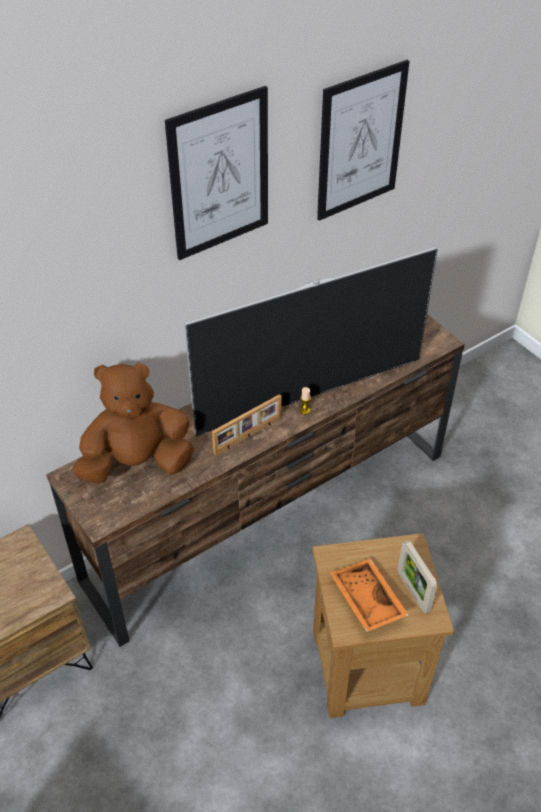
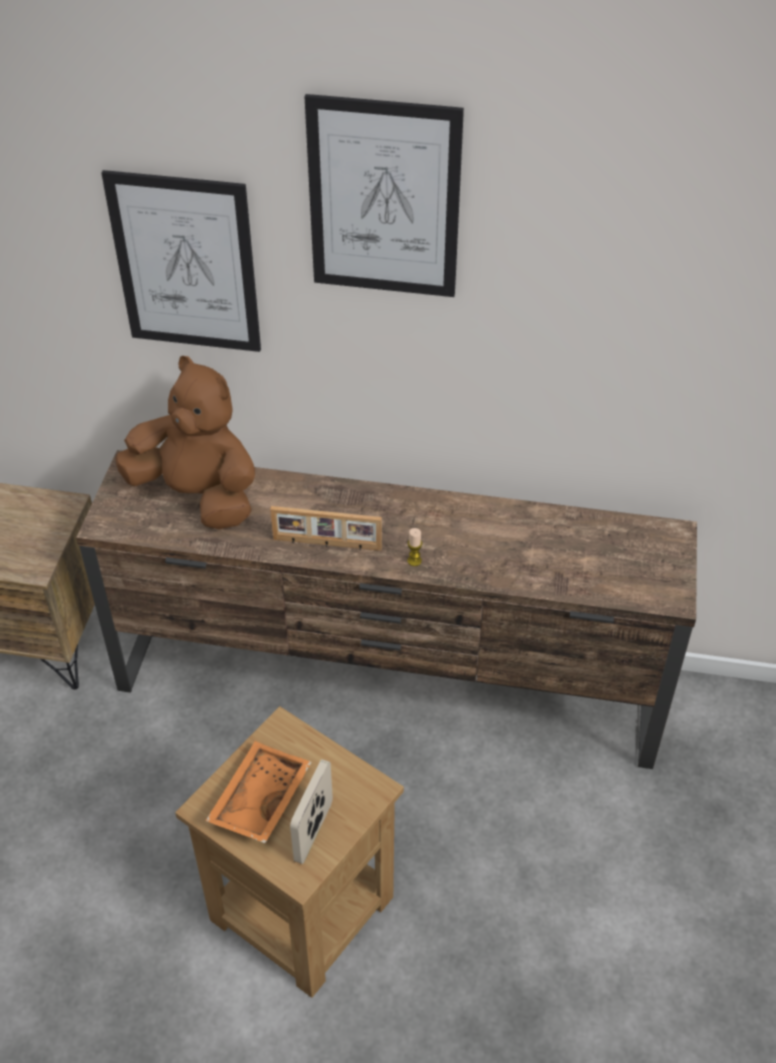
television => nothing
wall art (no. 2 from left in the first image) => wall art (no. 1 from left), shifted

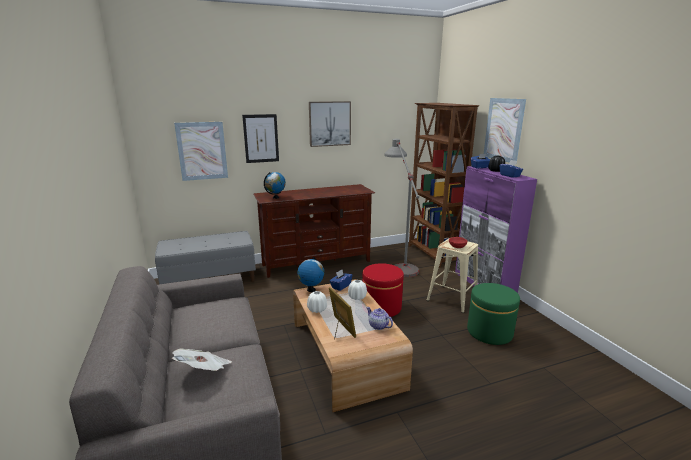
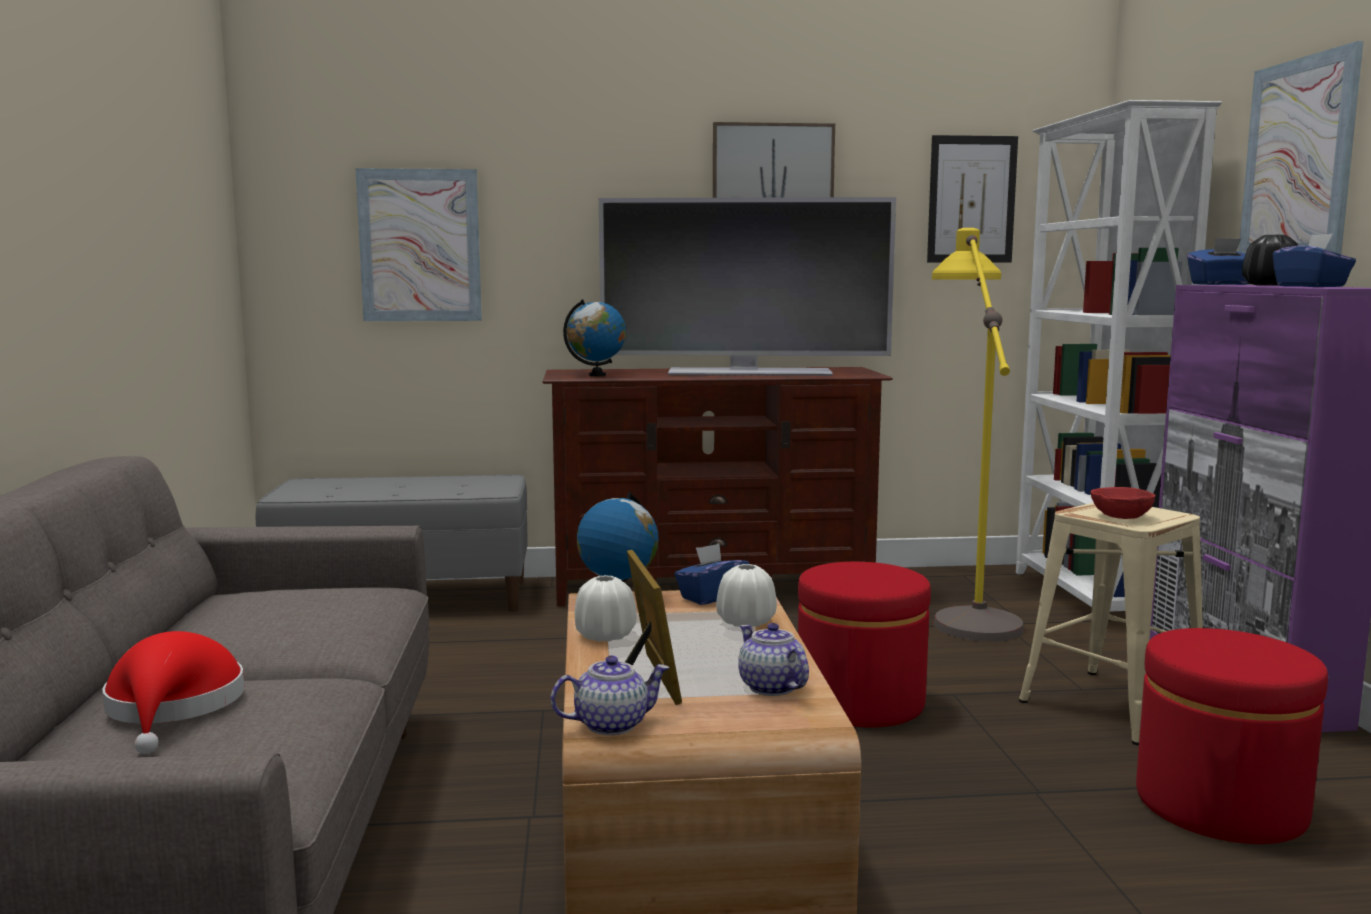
printed paper => red-coloured wearable hat
wall art (no. 2 from left in the first image) => wall art (no. 3 from left), shifted
grey floor lamp => yellow floor lamp
brownish bookcase => white bookcase
green ottoman => red-coloured ottoman (no. 2 from left)
nothing => pot for tea (no. 1 from left)
nothing => television

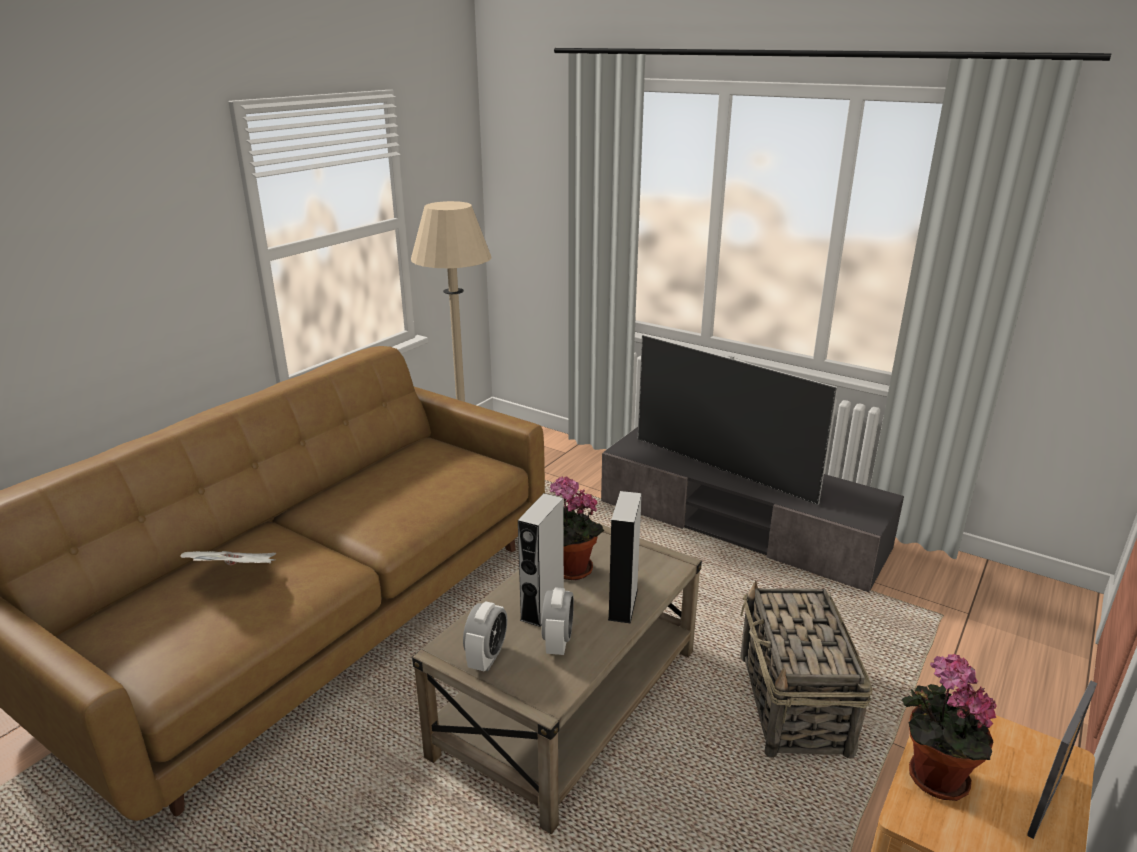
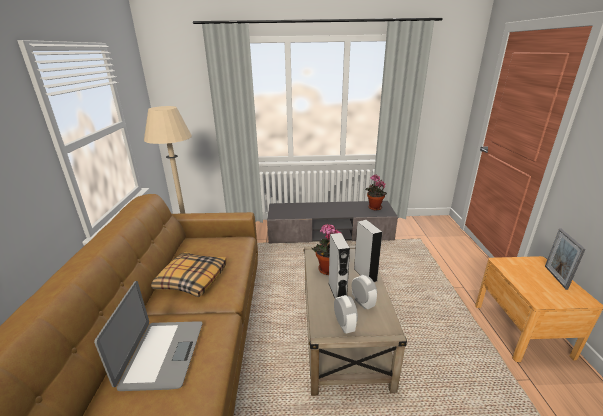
printed paper => portable computer
television => nothing
basket => nothing
plant in a pot (no. 2 from left), shifted
nothing => throw pillow

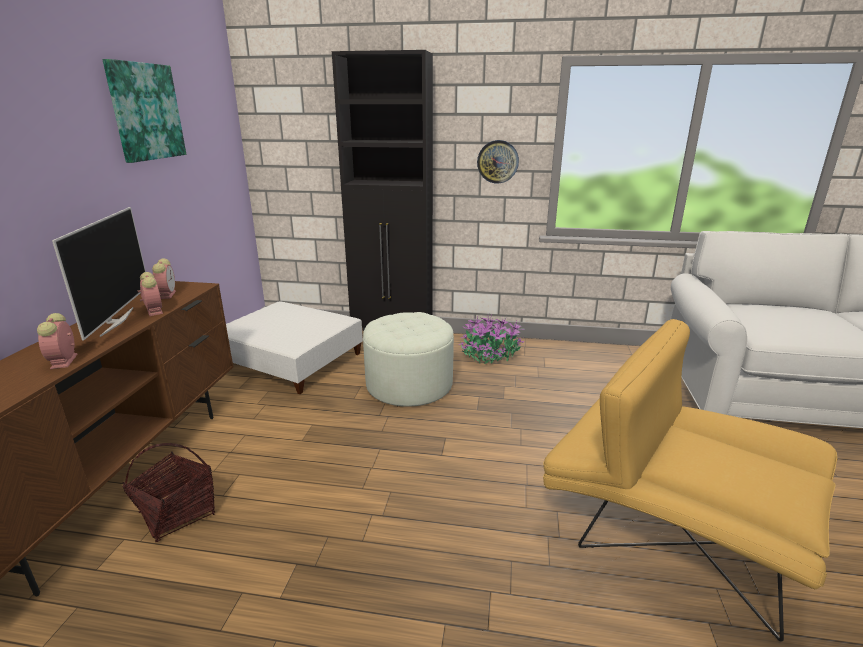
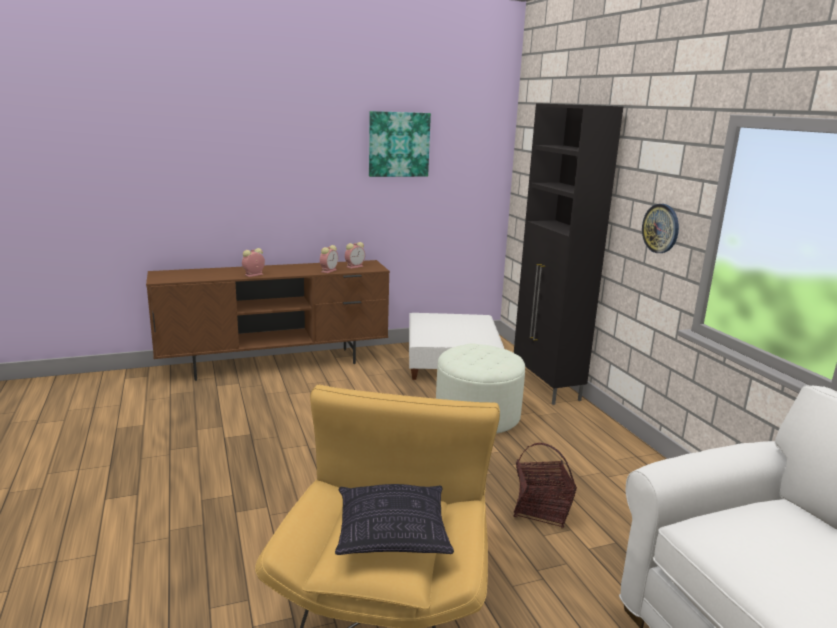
television => nothing
basket, shifted
plant in a pot => nothing
nothing => throw pillow

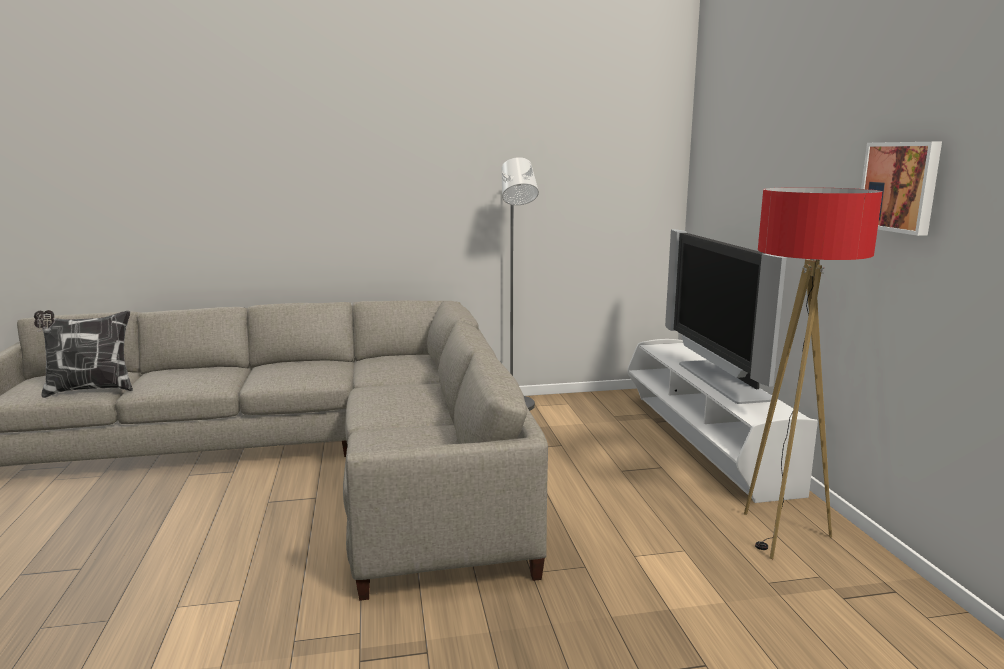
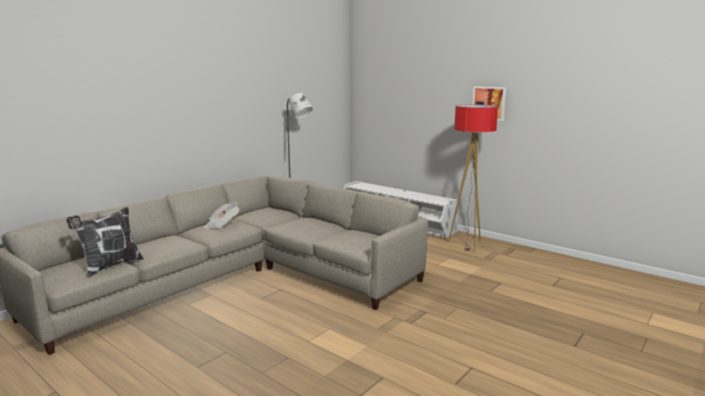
television => nothing
nothing => printed paper

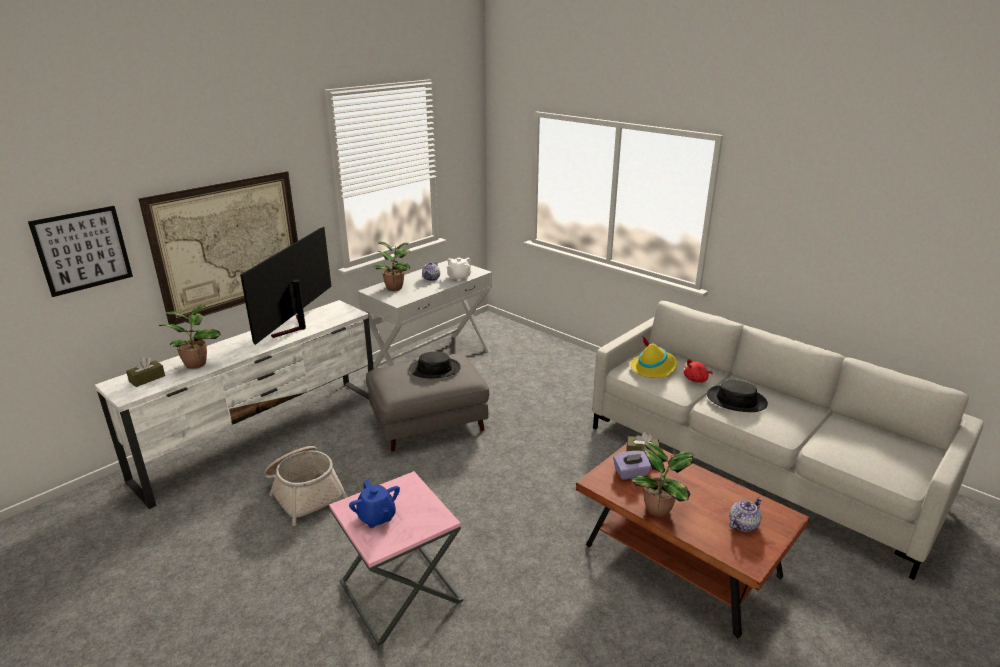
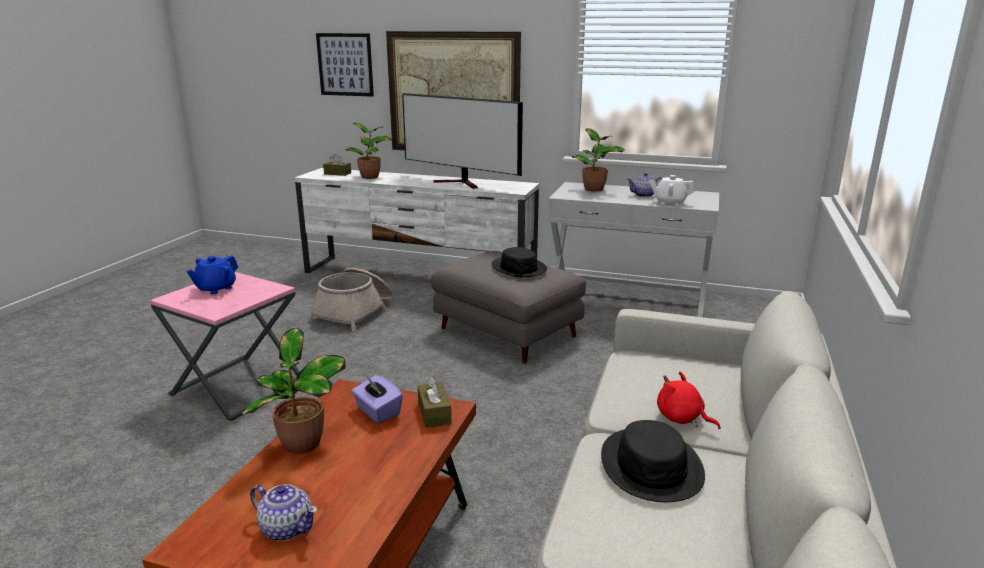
television, 135 degrees counterclockwise
yellow wearable hat => nothing

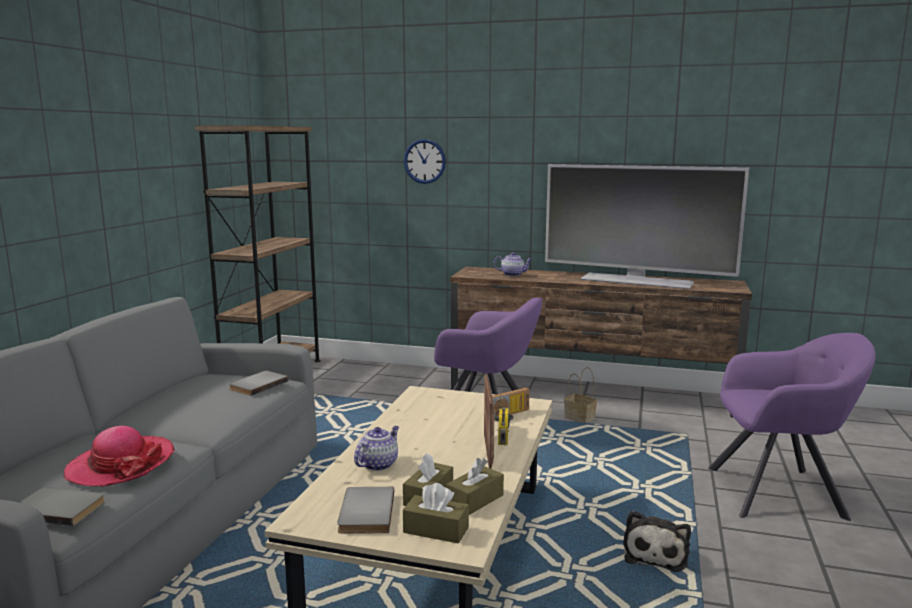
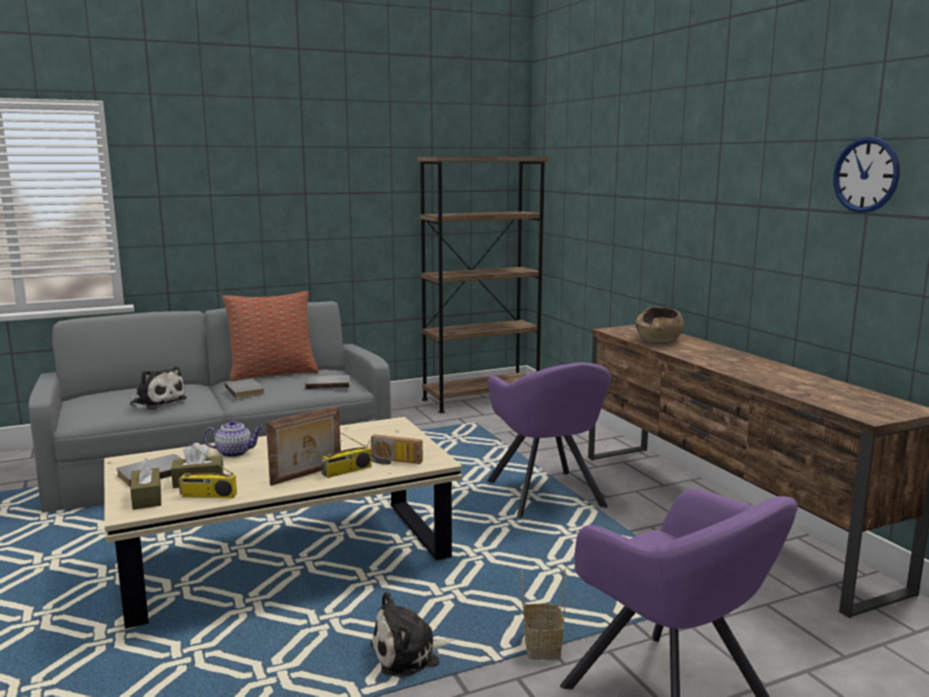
grey bound book (no. 1 from left in the first image) => grey bound book (no. 2 from left), shifted
wearable hat => soft toy (no. 1 from left)
clock on the wall, shifted
brownish box of tissues (no. 3 from left) => radio (no. 1 from left)
pot for tea (no. 2 from left) => brownish deep dish
television => nothing
basket, shifted
nothing => throw pillow

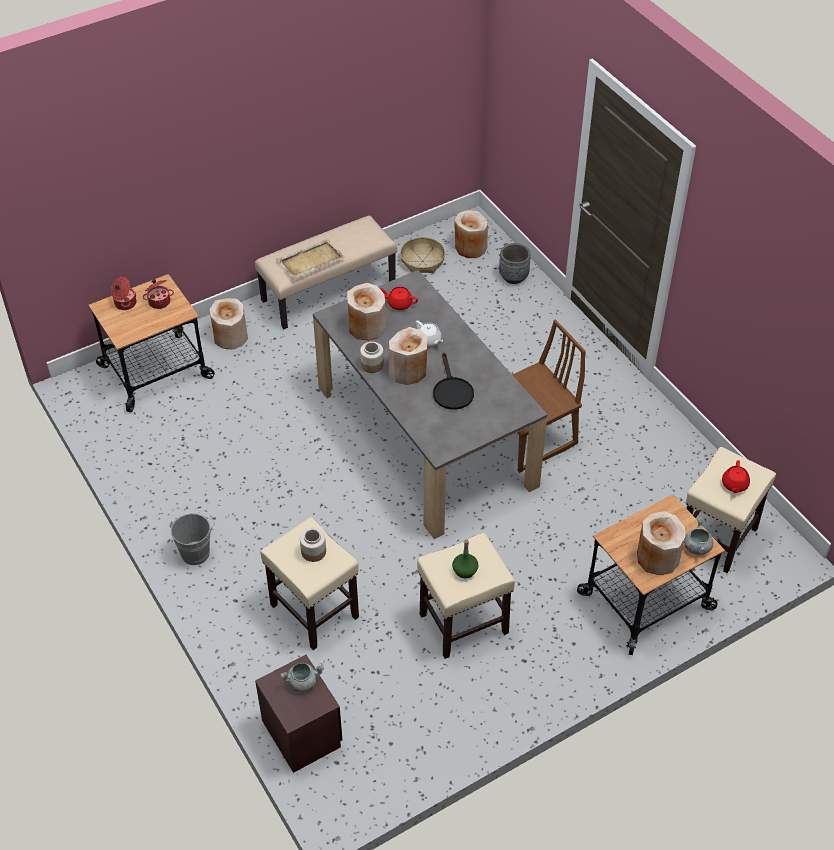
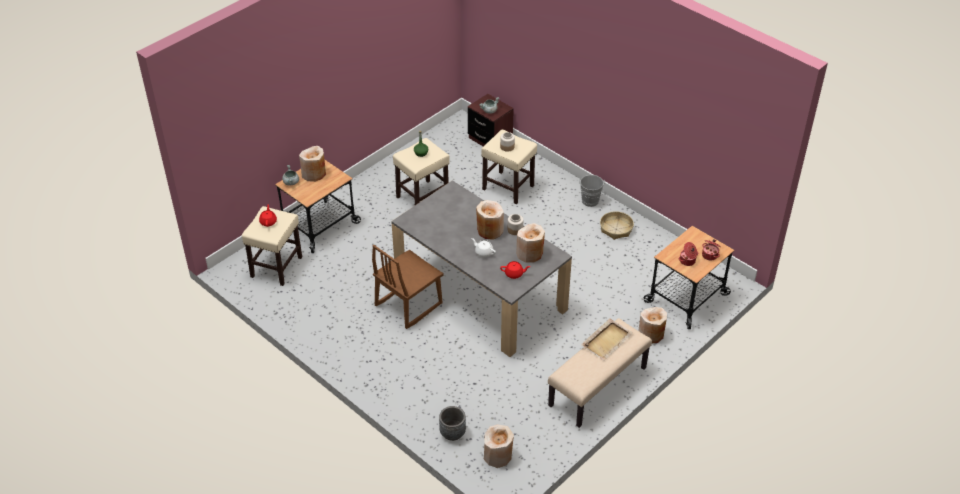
basket, shifted
black pan => nothing

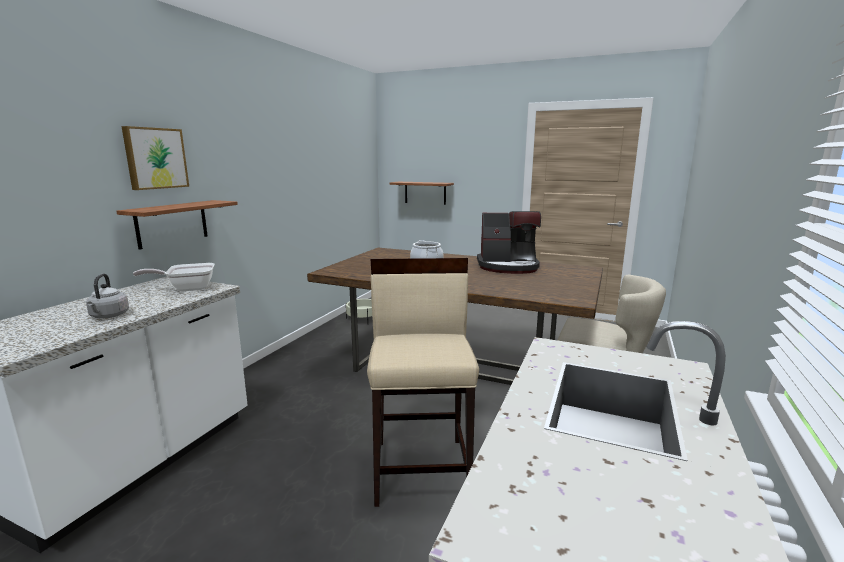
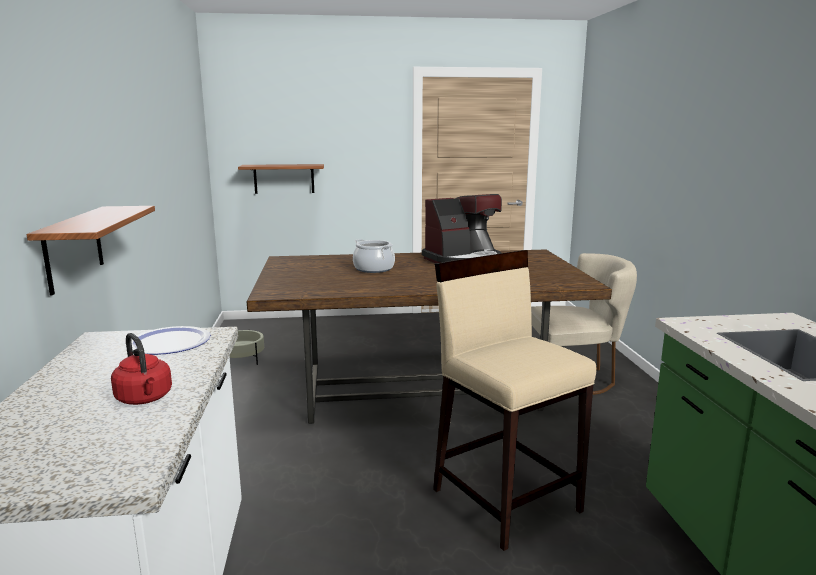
grey kettle => red-coloured kettle
wall art => nothing
pan => flat dish

